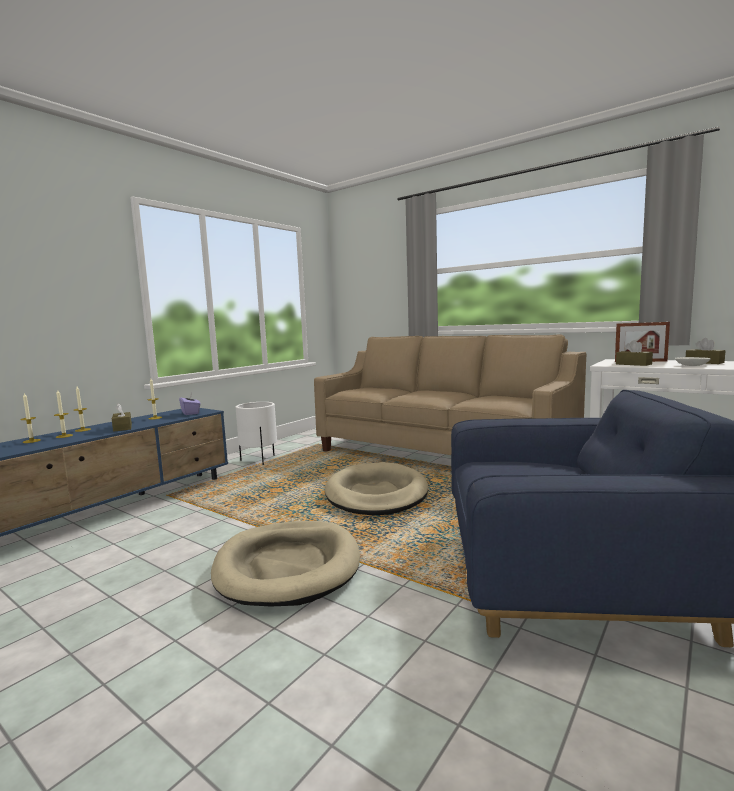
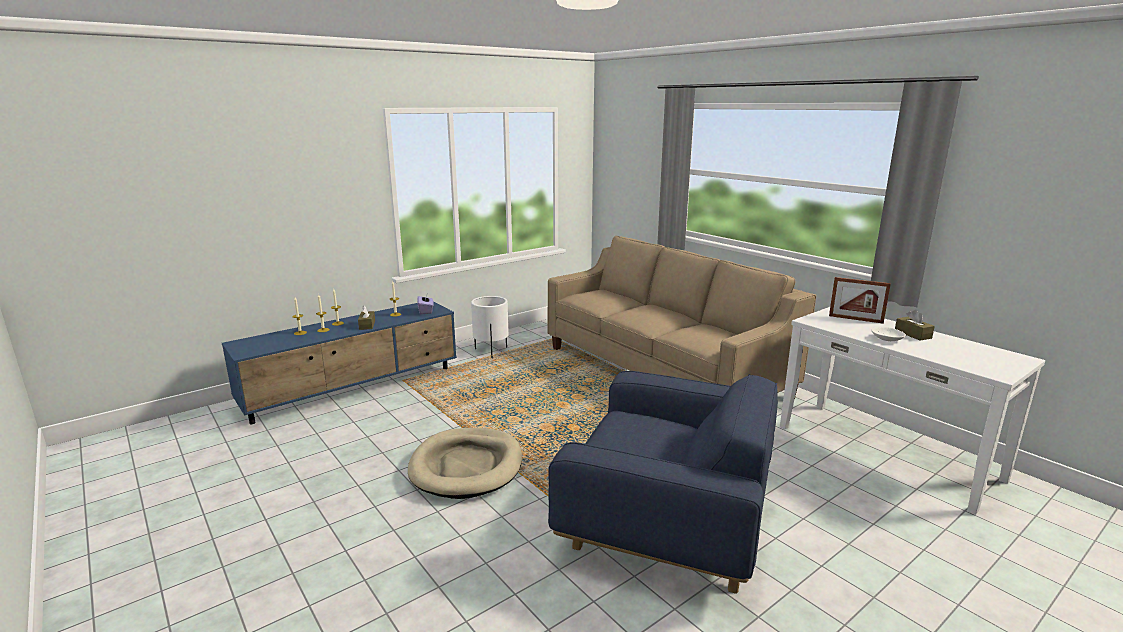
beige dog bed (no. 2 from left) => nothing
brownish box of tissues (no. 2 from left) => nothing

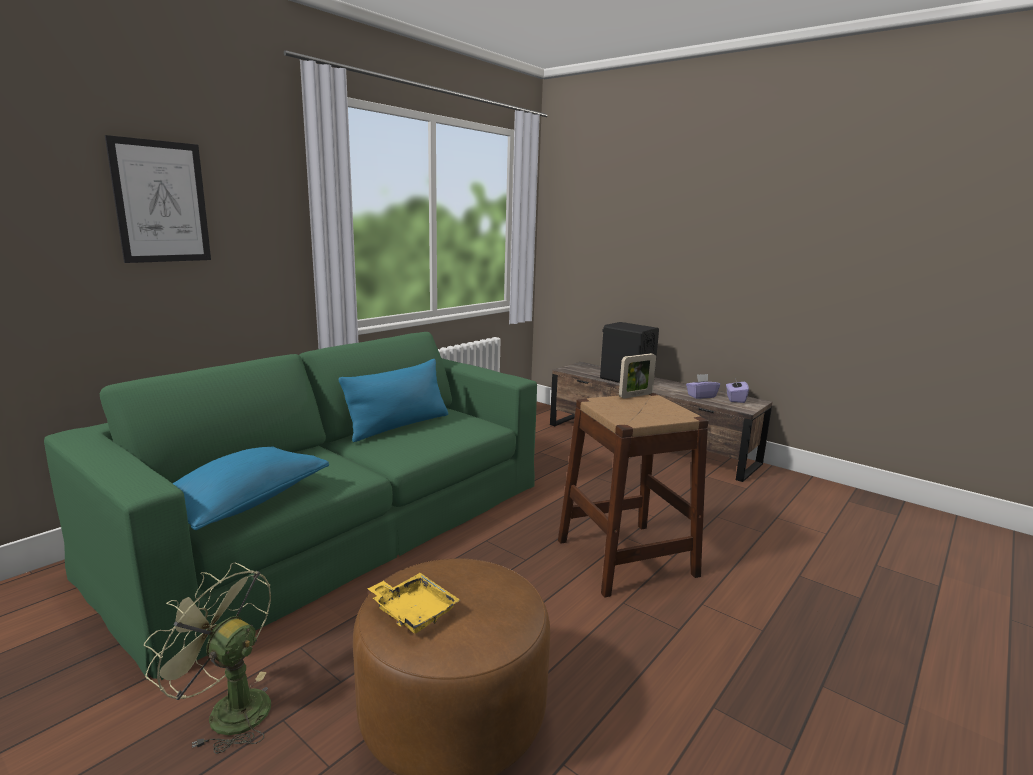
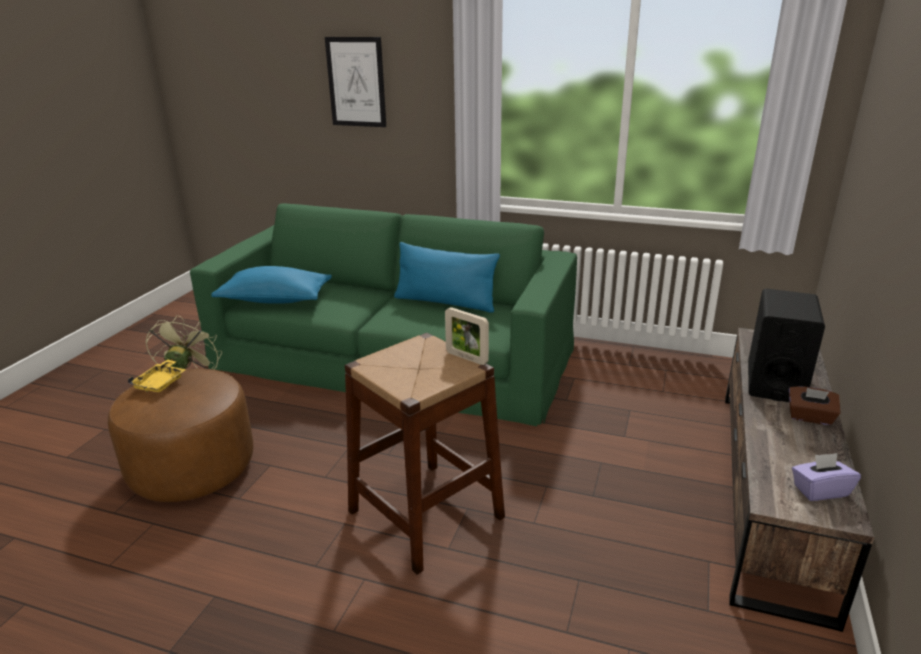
purplish box of tissues (no. 1 from left) => nothing
nothing => brownish box of tissues

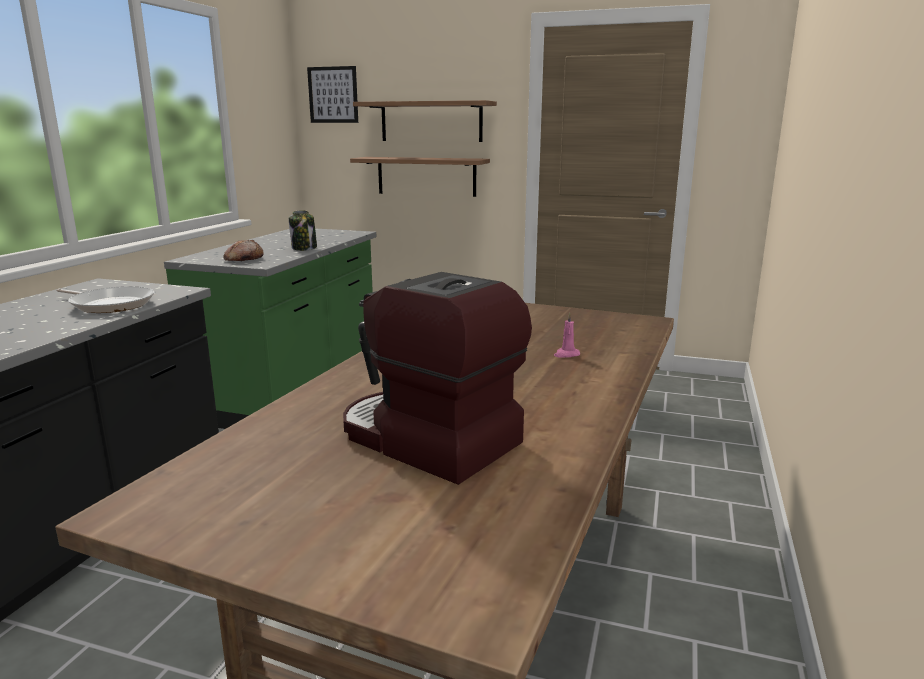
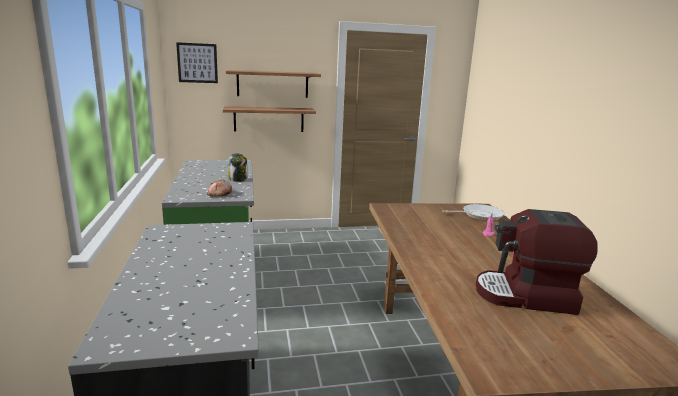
pan, shifted

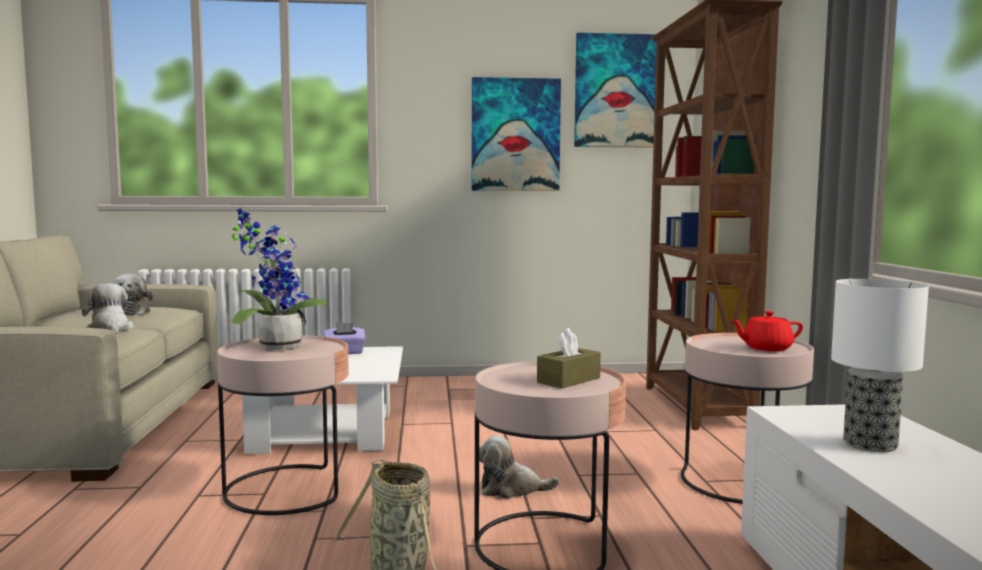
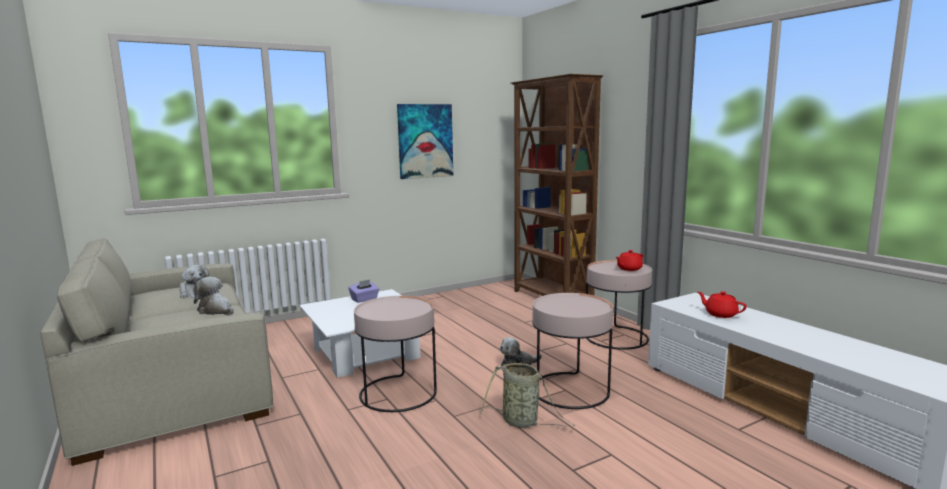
plant in a pot => nothing
brownish box of tissues => nothing
wall art (no. 2 from left) => nothing
table lamp => red-coloured pot for tea (no. 2 from left)

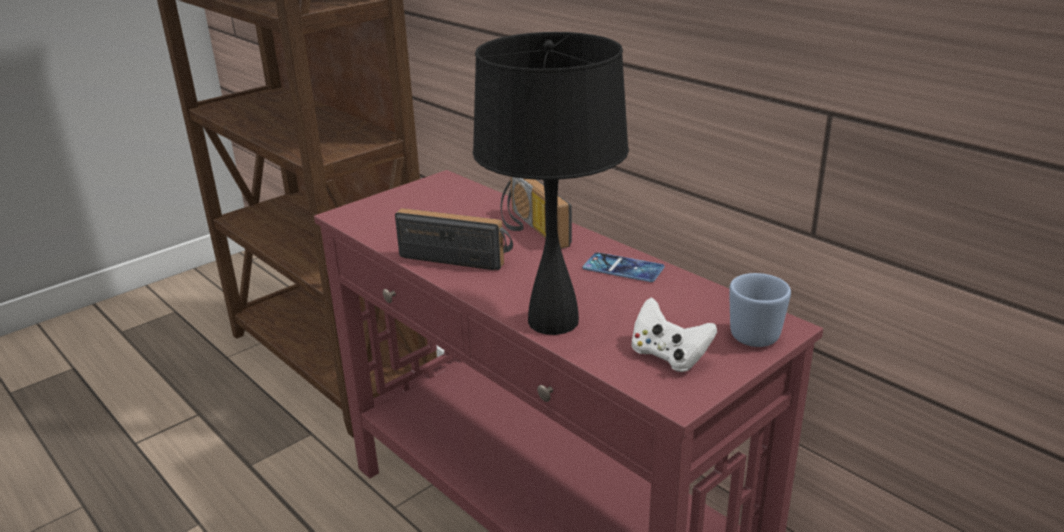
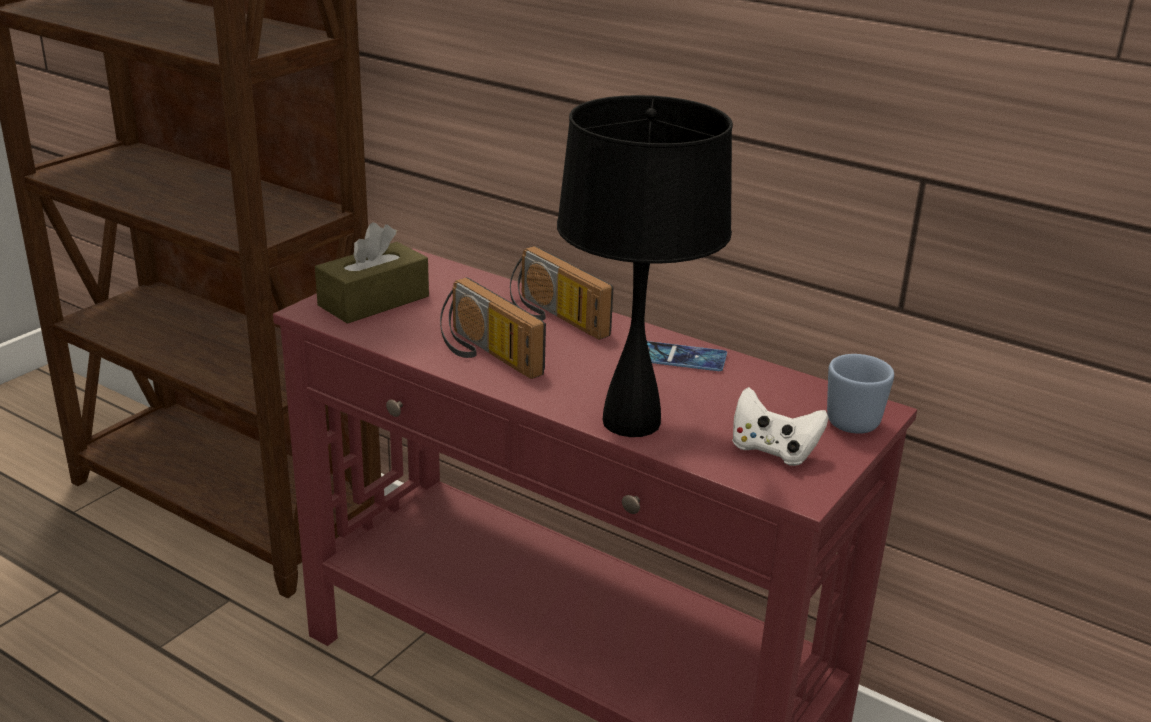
radio (no. 1 from left), 135 degrees counterclockwise
nothing => brownish box of tissues

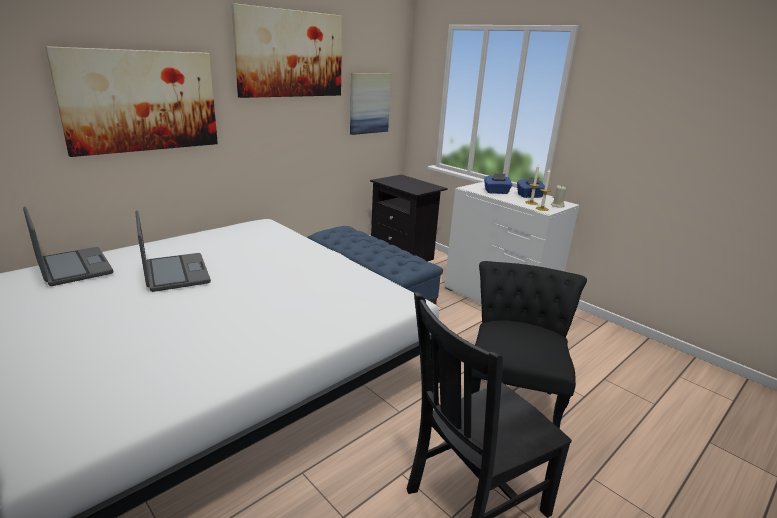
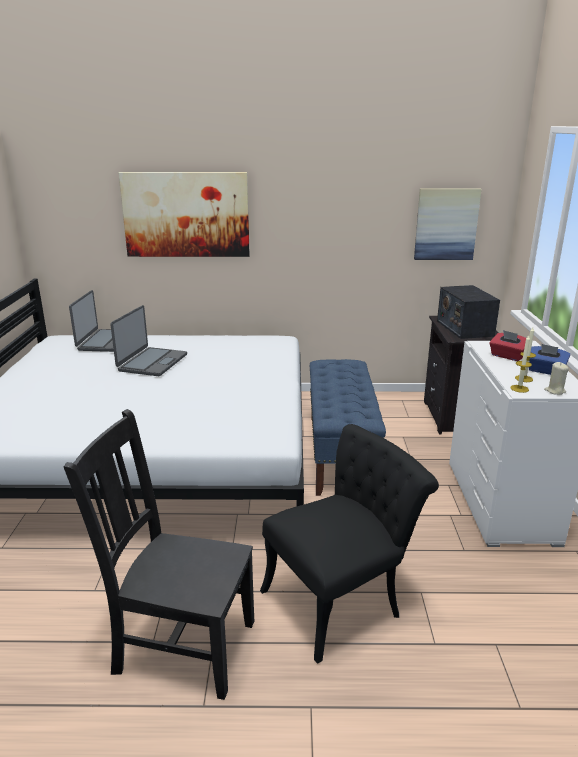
wall art (no. 2 from left) => nothing
blue box of tissues (no. 1 from left) => red-coloured box of tissues
nothing => radio

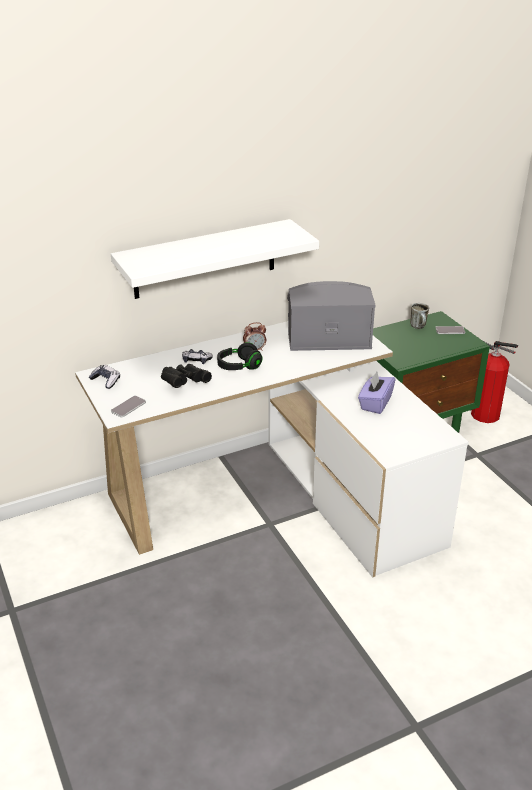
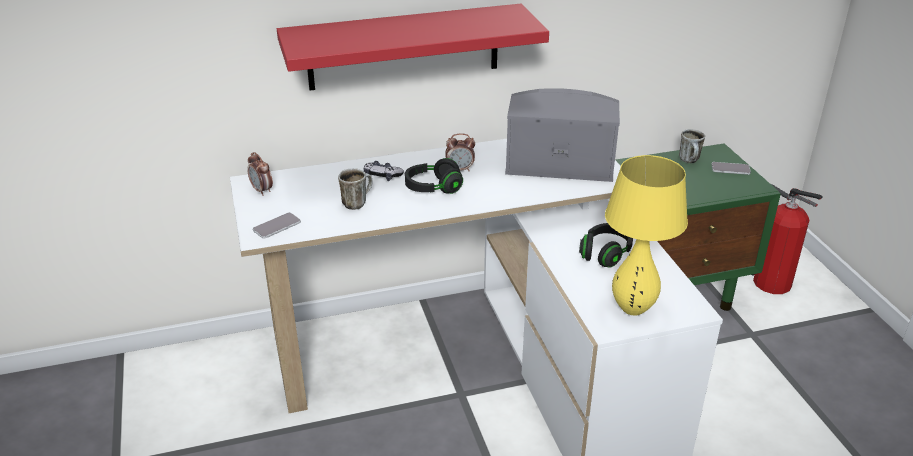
gamepad (no. 1 from left) => table clock (no. 1 from left)
white shelf => red-coloured shelf
black binoculars => tea mug (no. 1 from left)
purplish box of tissues => black headset (no. 2 from left)
nothing => yellow table lamp

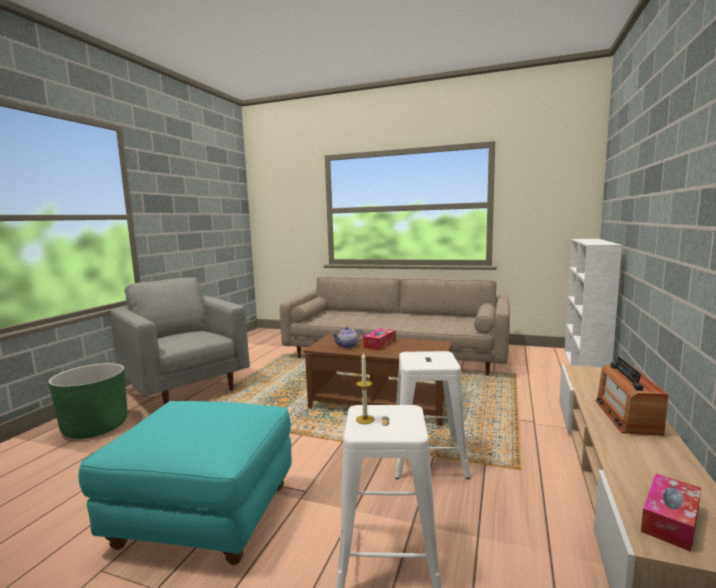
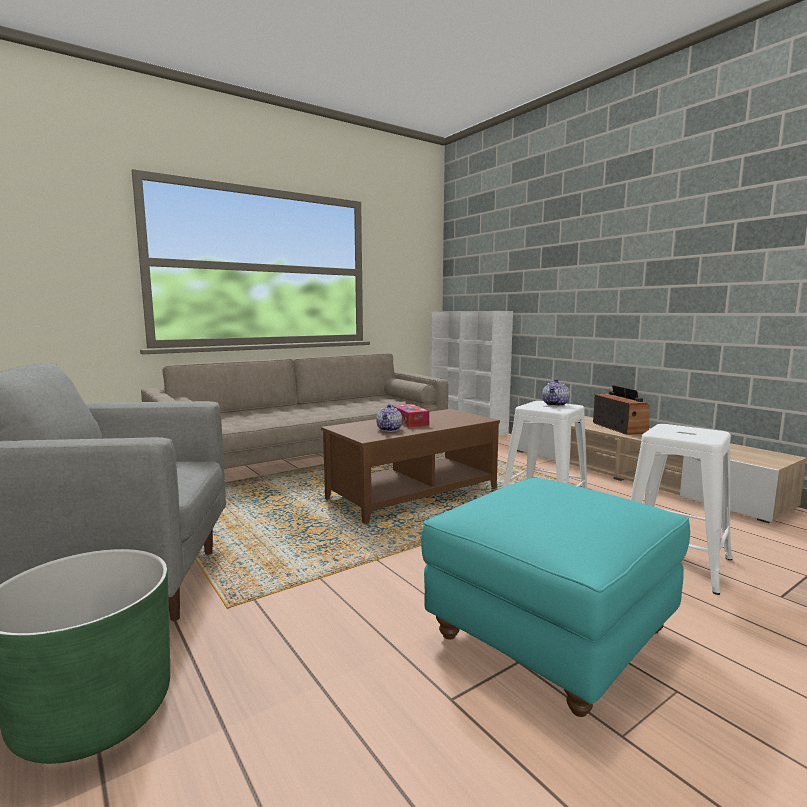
candle => nothing
radio, 150 degrees counterclockwise
box of tissues (no. 2 from left) => nothing
nothing => pot for tea (no. 2 from left)

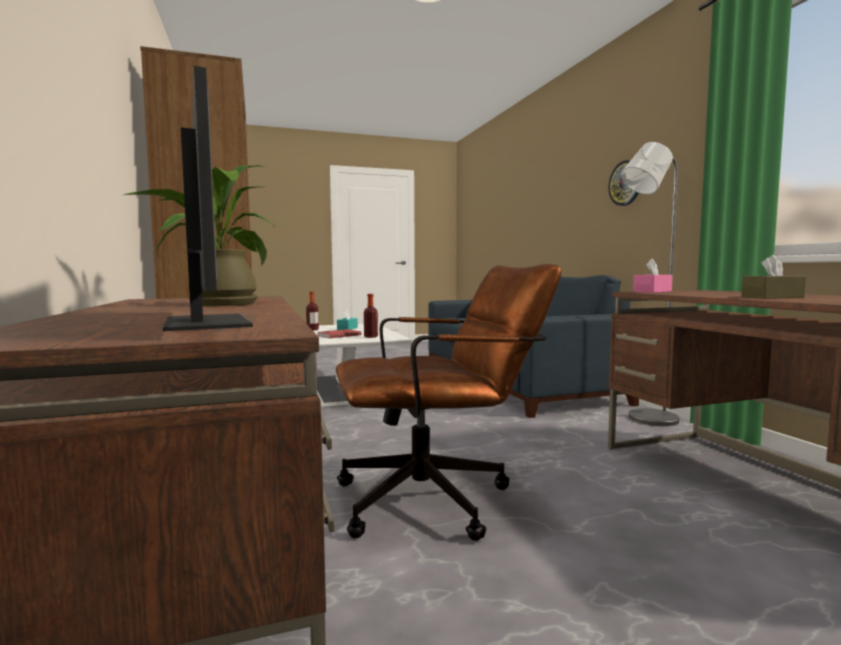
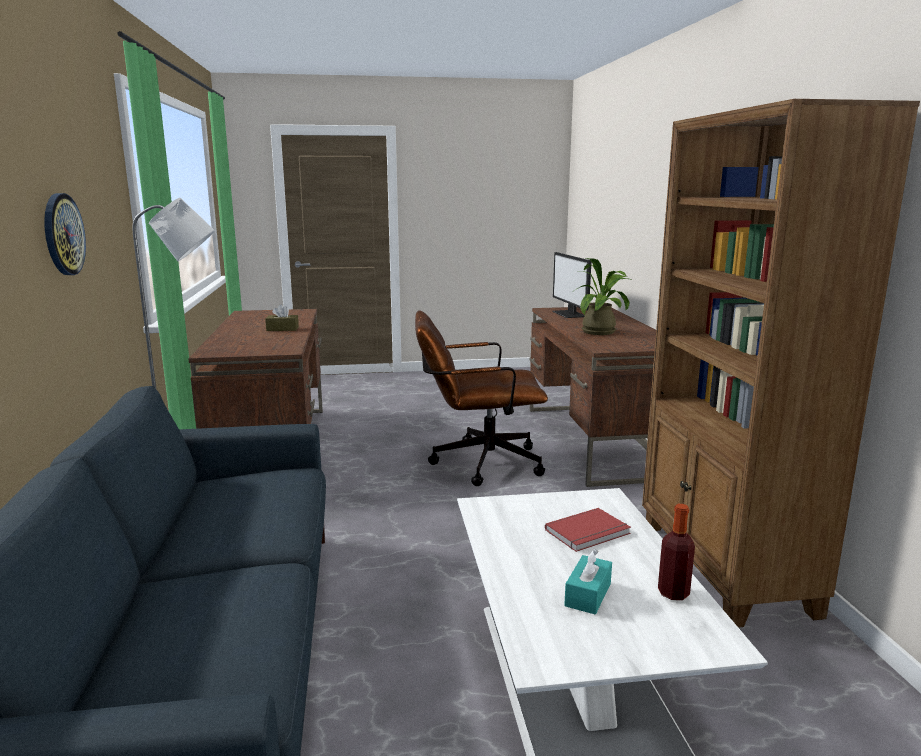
beverage bottle (no. 2 from left) => nothing
pink-coloured box of tissues => nothing

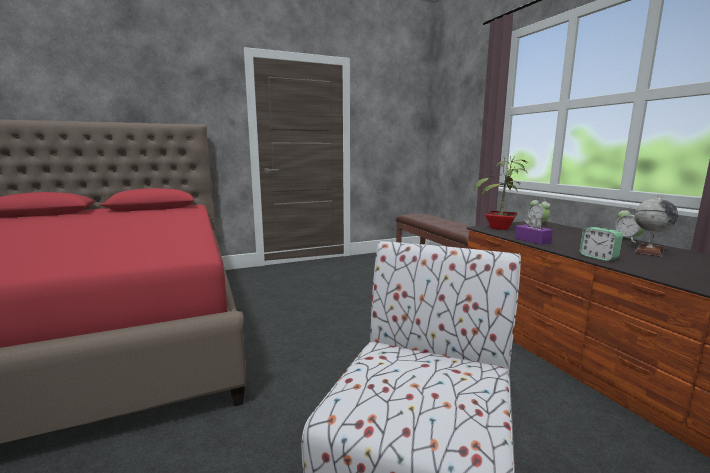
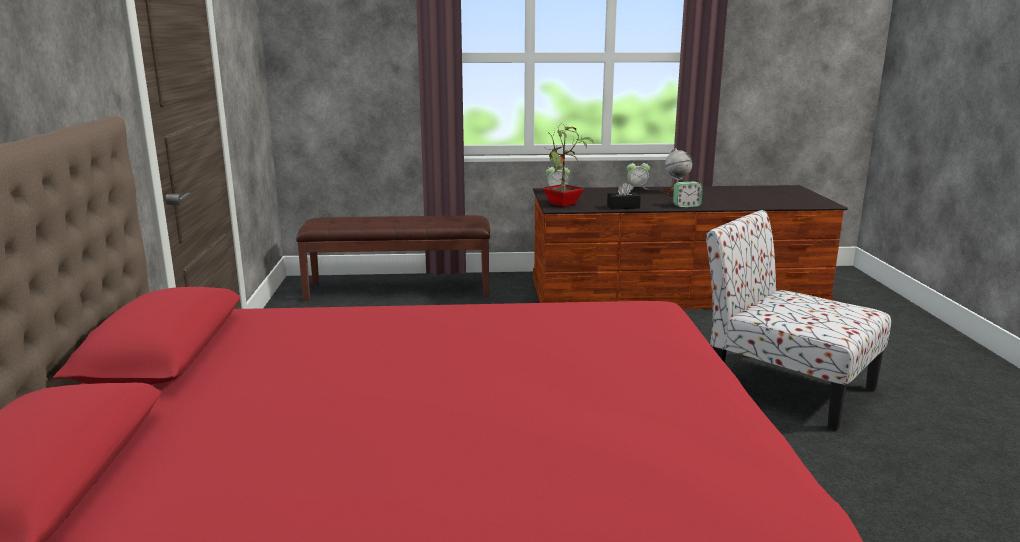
purplish box of tissues => black box of tissues

